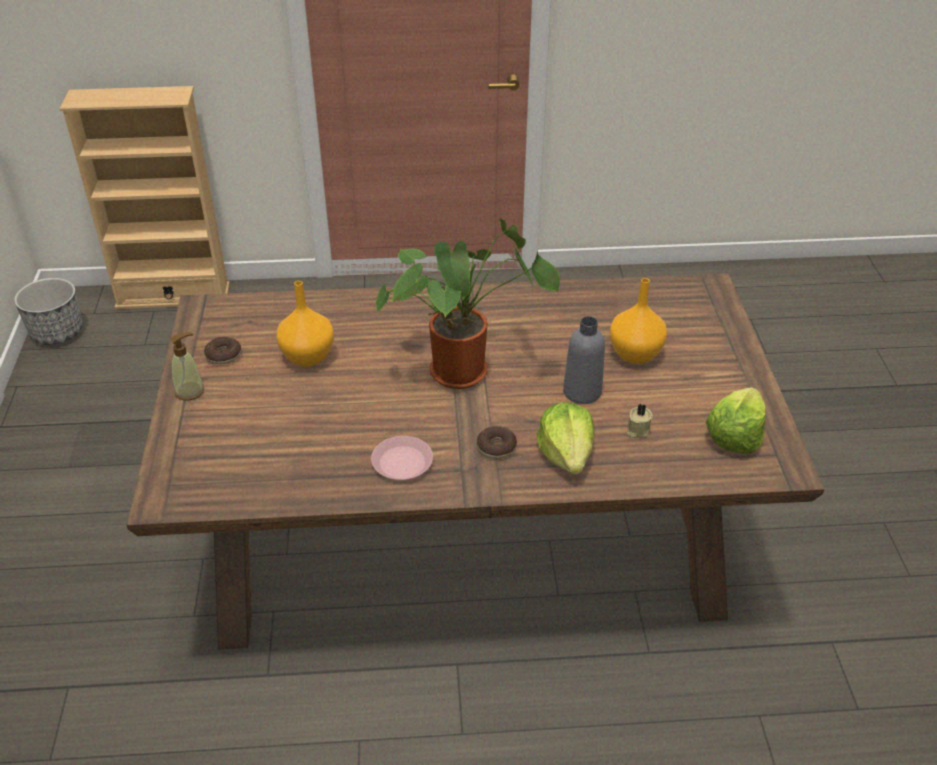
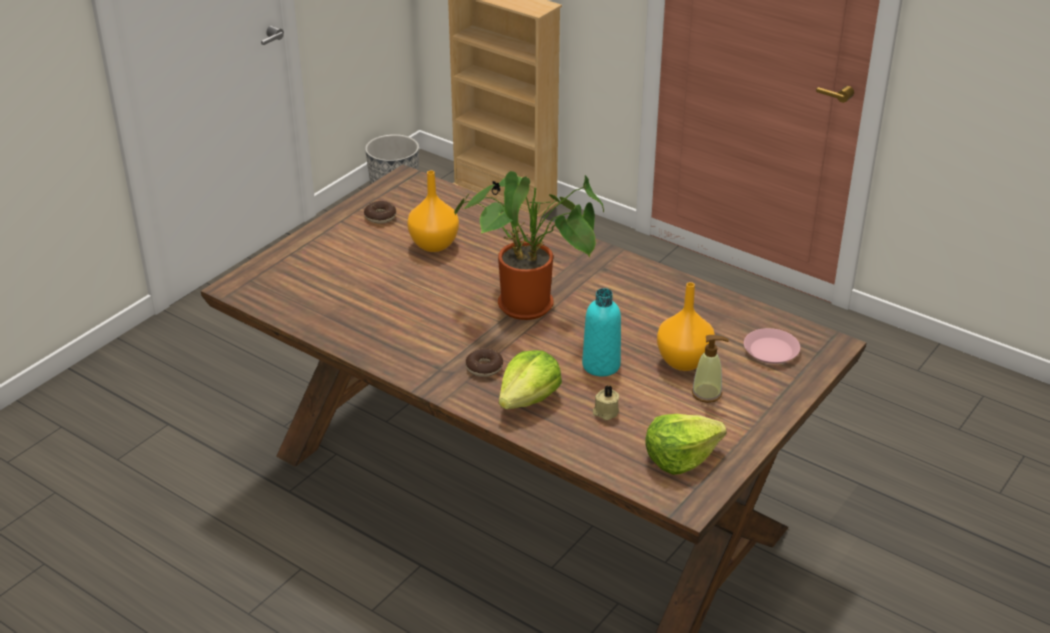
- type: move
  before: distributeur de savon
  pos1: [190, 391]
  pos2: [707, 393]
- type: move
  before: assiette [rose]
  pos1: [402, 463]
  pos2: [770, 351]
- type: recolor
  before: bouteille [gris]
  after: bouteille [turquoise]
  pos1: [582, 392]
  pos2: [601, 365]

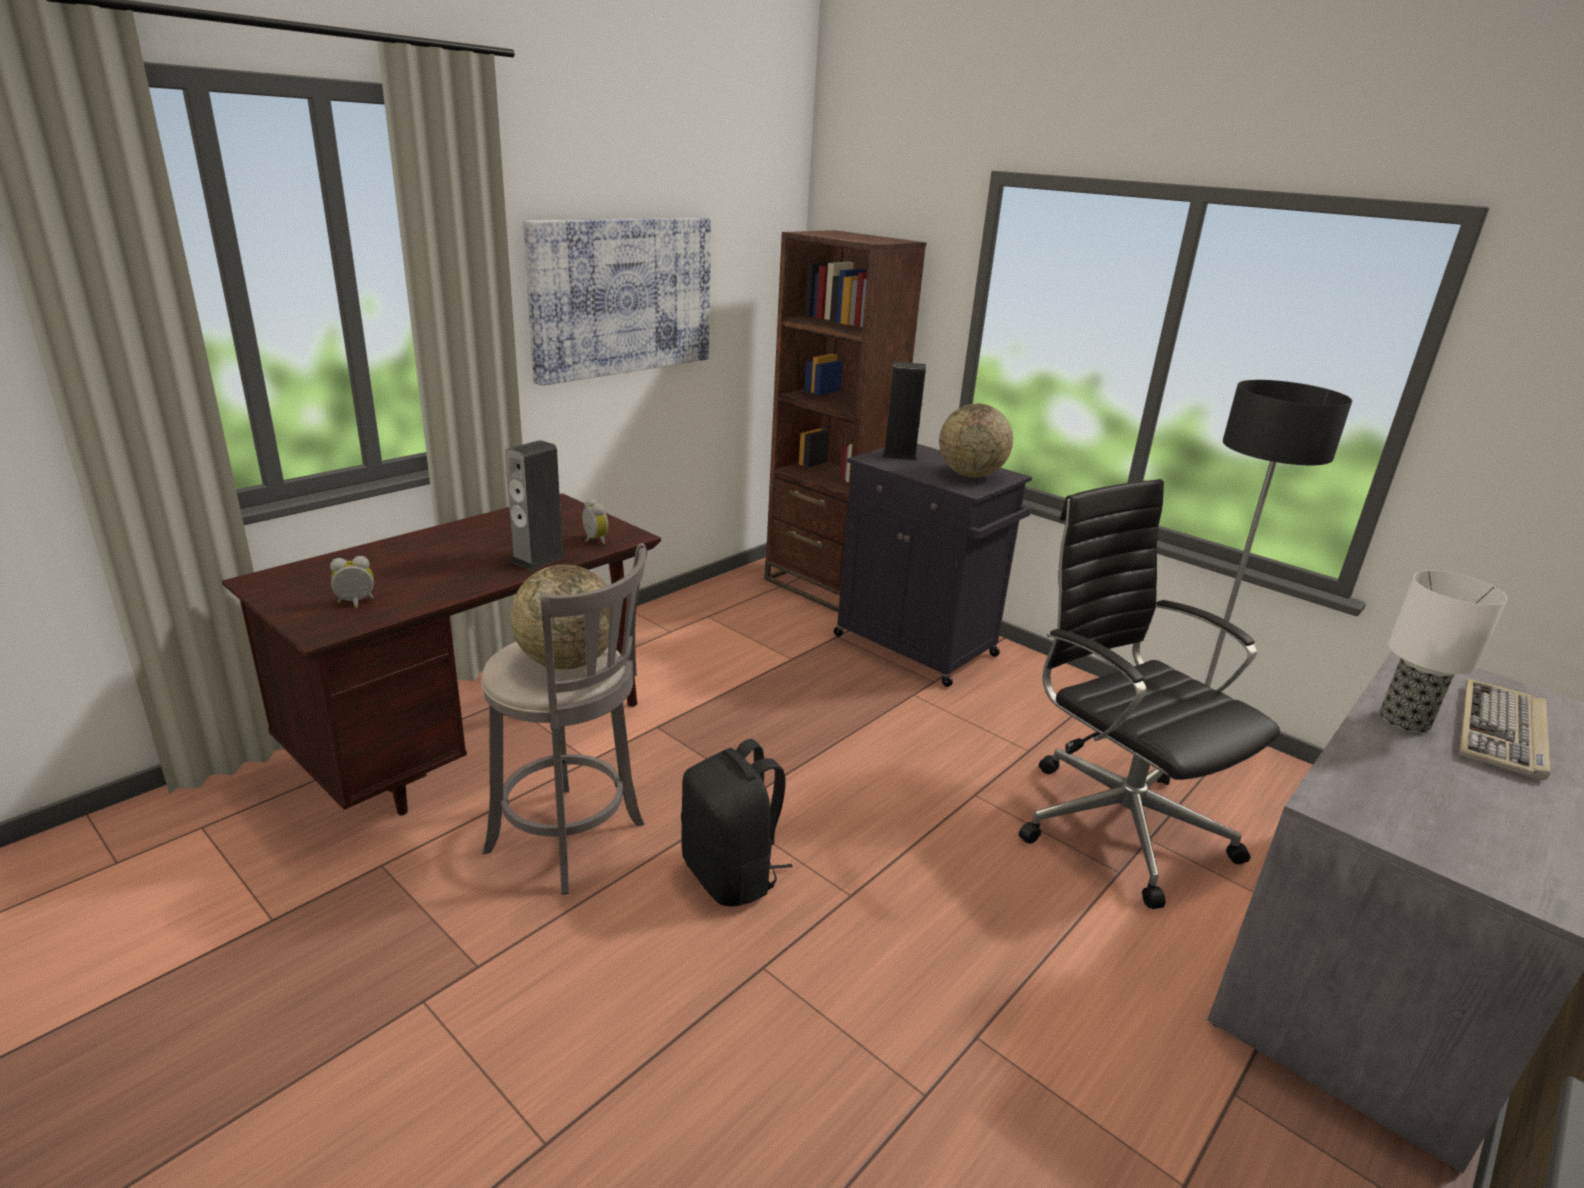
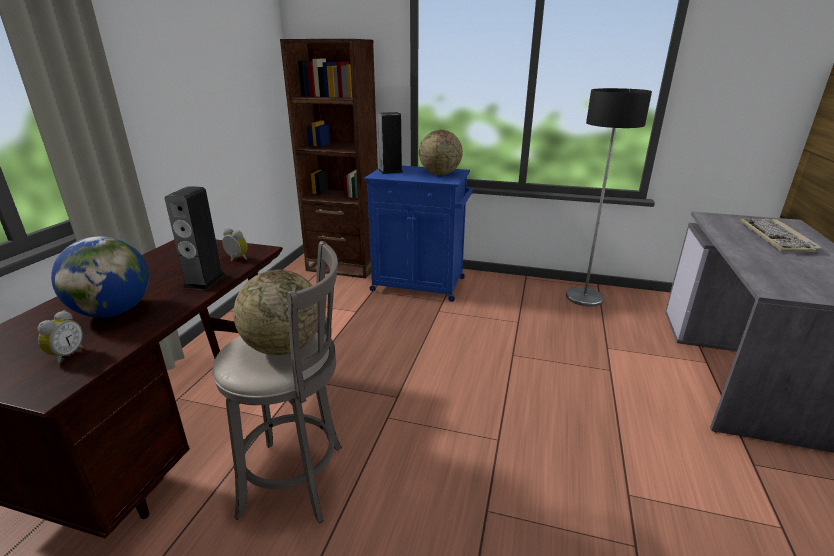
- type: delete
  before: tableau
  pos1: [621, 296]
- type: delete
  before: sac à dos [noir]
  pos1: [732, 875]
- type: delete
  before: chaise de bureau [noir]
  pos1: [1116, 822]
- type: delete
  before: lampe de table
  pos1: [1404, 722]
- type: insert
  after: globe
  pos2: [113, 312]
- type: recolor
  before: meuble de rangement [noir]
  after: meuble de rangement [bleu]
  pos1: [918, 647]
  pos2: [420, 285]
- type: rotate
  before: réveil
  pos1: [356, 603]
  pos2: [66, 355]
  turn: 150

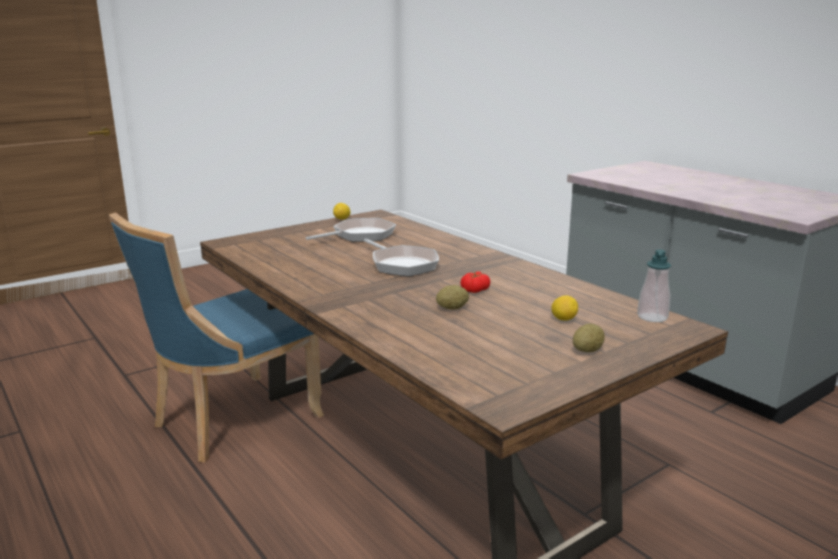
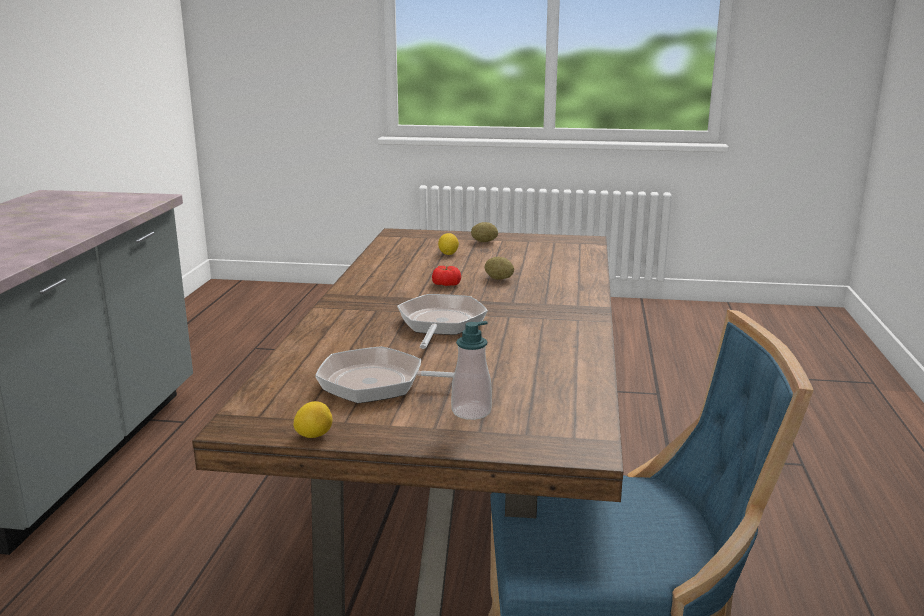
- type: move
  before: distributeur de savon
  pos1: [652, 317]
  pos2: [471, 411]

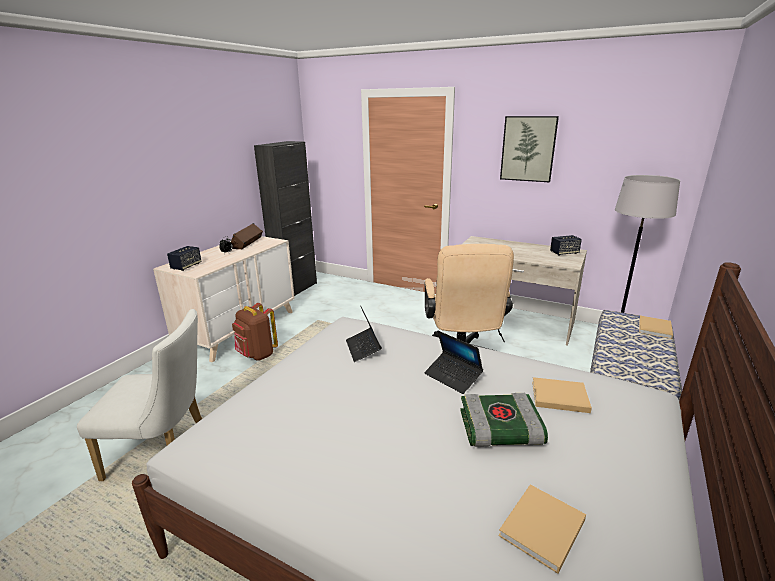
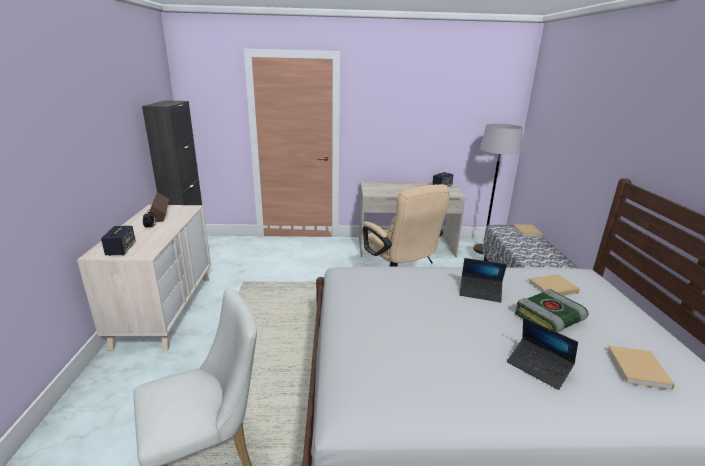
- type: delete
  before: sac à dos [marron]
  pos1: [257, 355]
- type: delete
  before: tableau
  pos1: [528, 149]
- type: move
  before: ordinateur portable
  pos1: [363, 349]
  pos2: [538, 367]

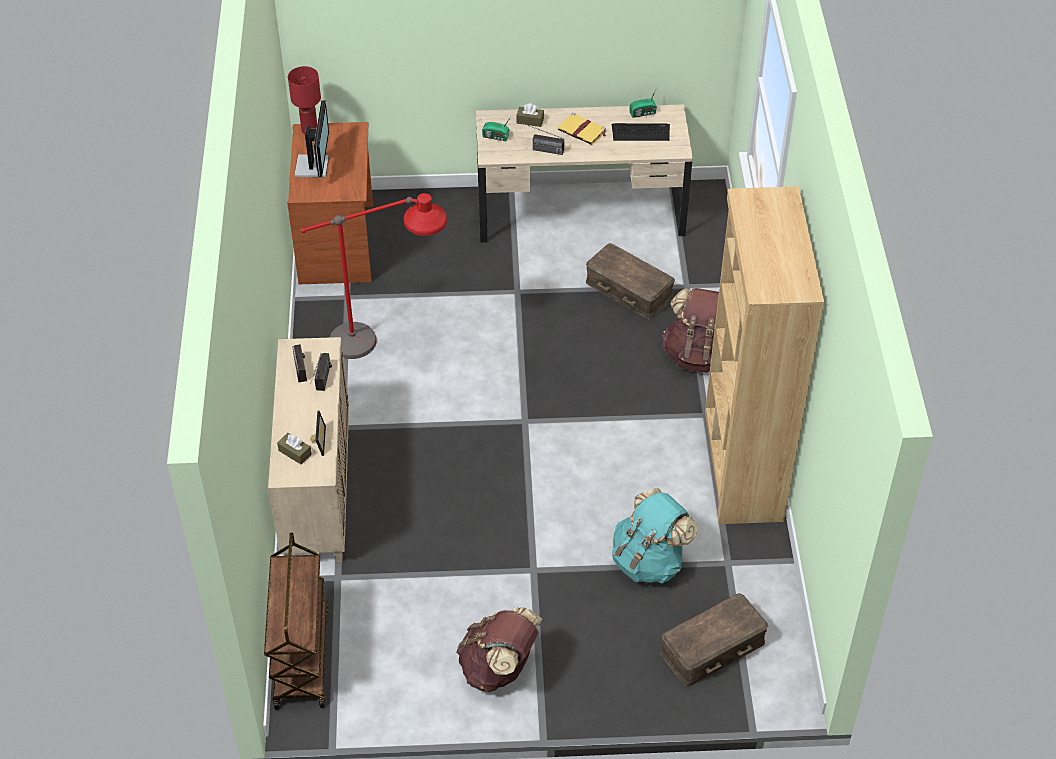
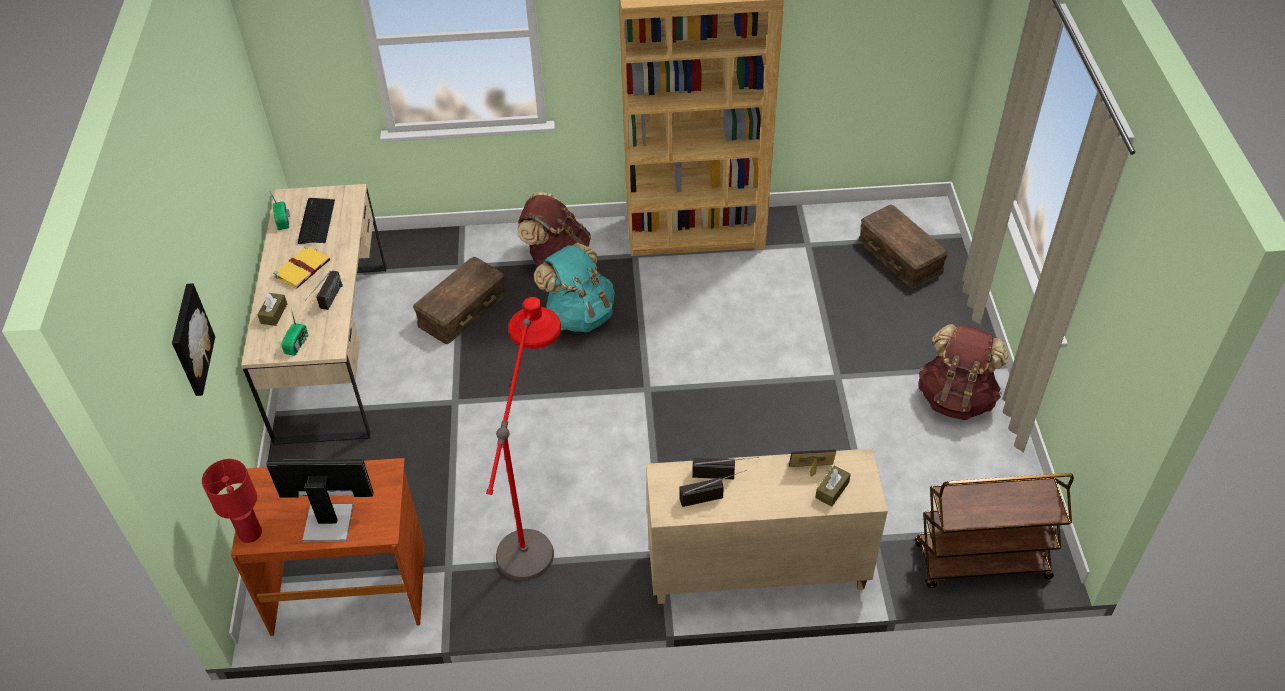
- type: insert
  after: tableau
  pos2: [190, 340]
- type: move
  before: sac à dos [turquoise]
  pos1: [649, 561]
  pos2: [579, 315]

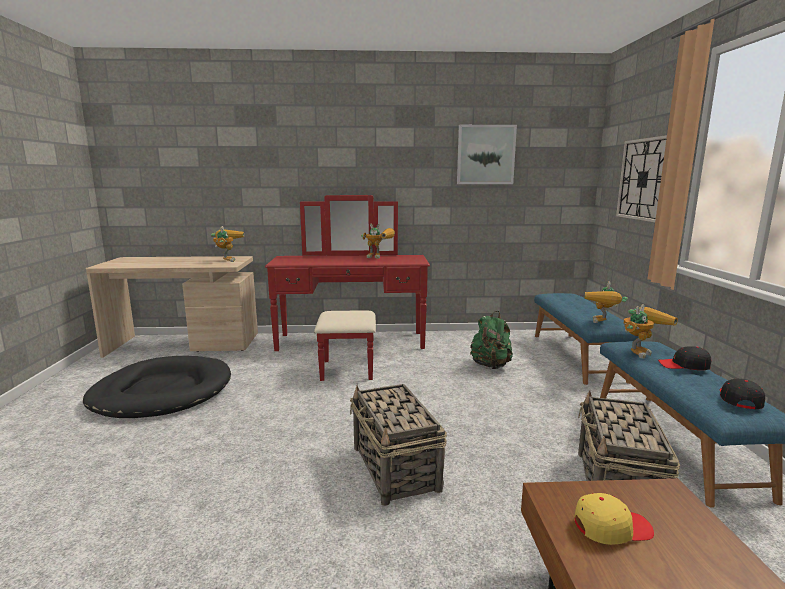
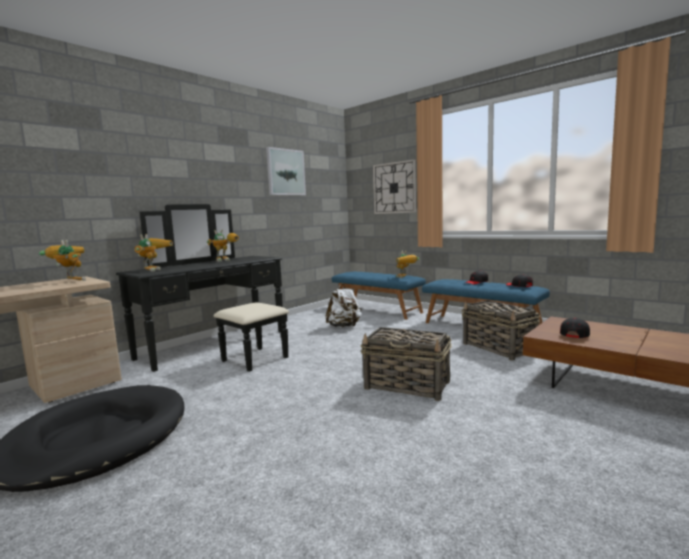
- type: move
  before: robot jouet
  pos1: [640, 351]
  pos2: [153, 269]
- type: recolor
  before: commode [rouge]
  after: commode [noir]
  pos1: [351, 347]
  pos2: [223, 347]
- type: recolor
  before: sac à dos [vert]
  after: sac à dos [blanc]
  pos1: [490, 366]
  pos2: [344, 327]
- type: recolor
  before: casquette [jaune]
  after: casquette [noir]
  pos1: [611, 527]
  pos2: [575, 334]

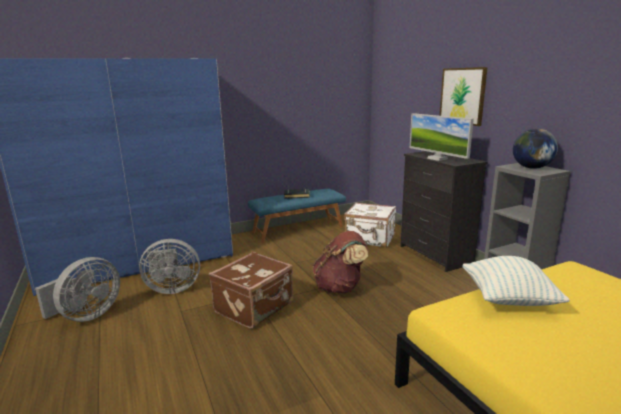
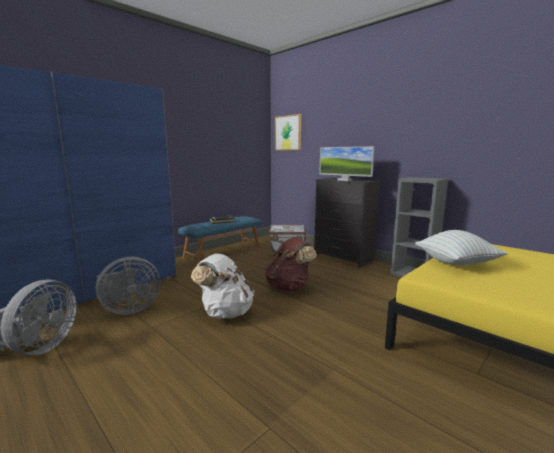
- type: delete
  before: globe
  pos1: [531, 168]
- type: move
  before: tableau
  pos1: [462, 96]
  pos2: [288, 133]
- type: replace
  before: valise [marron]
  after: sac à dos [blanc]
  pos1: [255, 307]
  pos2: [225, 312]

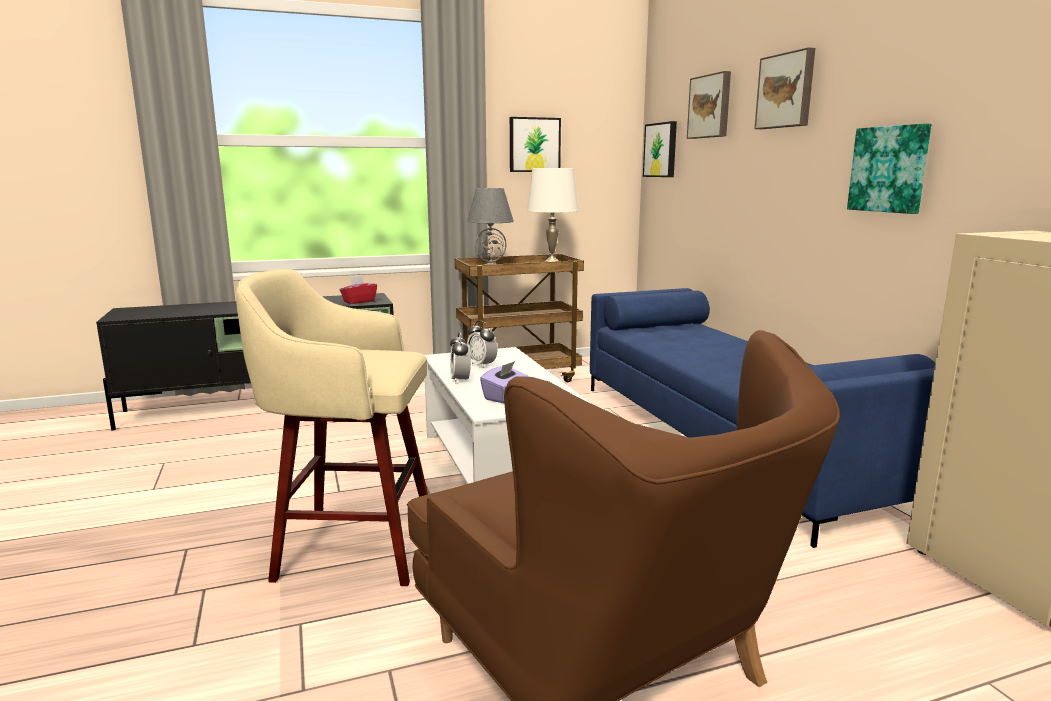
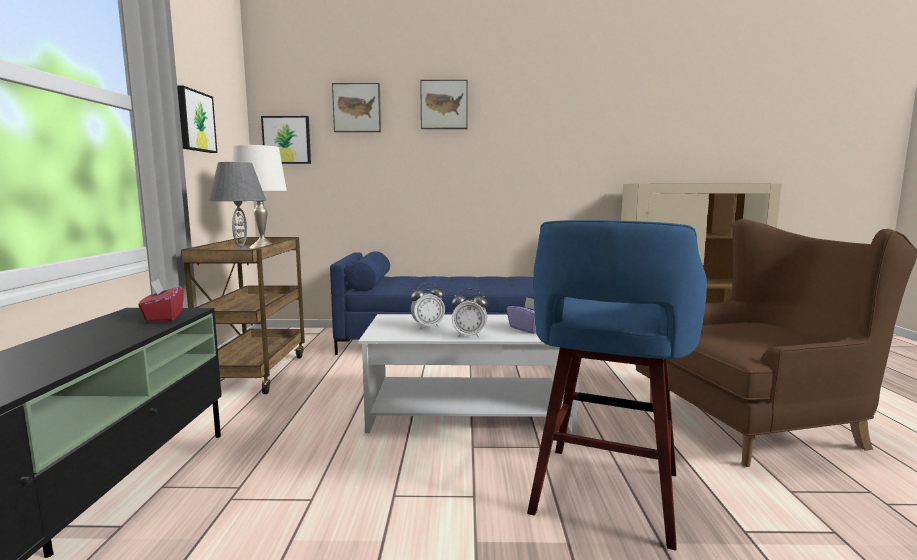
- type: delete
  before: tableau
  pos1: [889, 169]
- type: recolor
  before: tabouret [beige]
  after: tabouret [bleu]
  pos1: [351, 546]
  pos2: [605, 495]

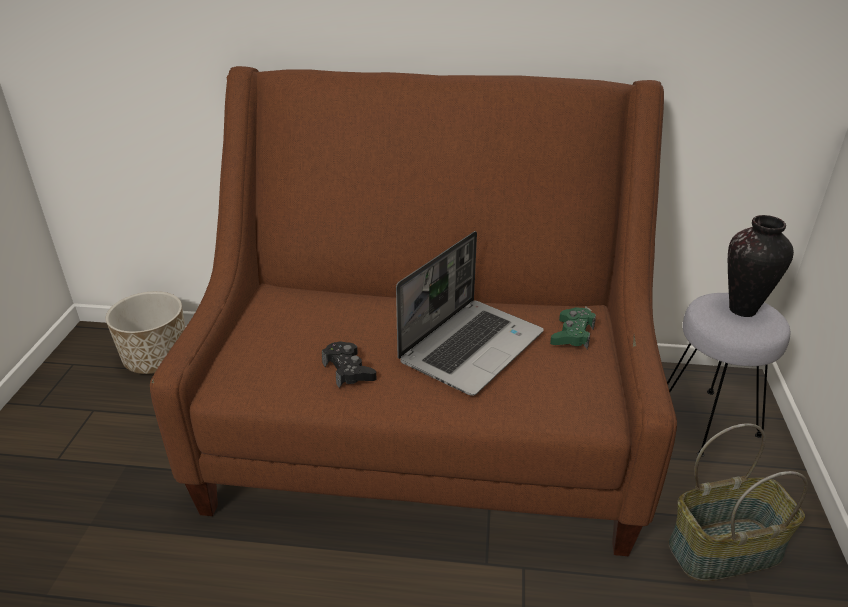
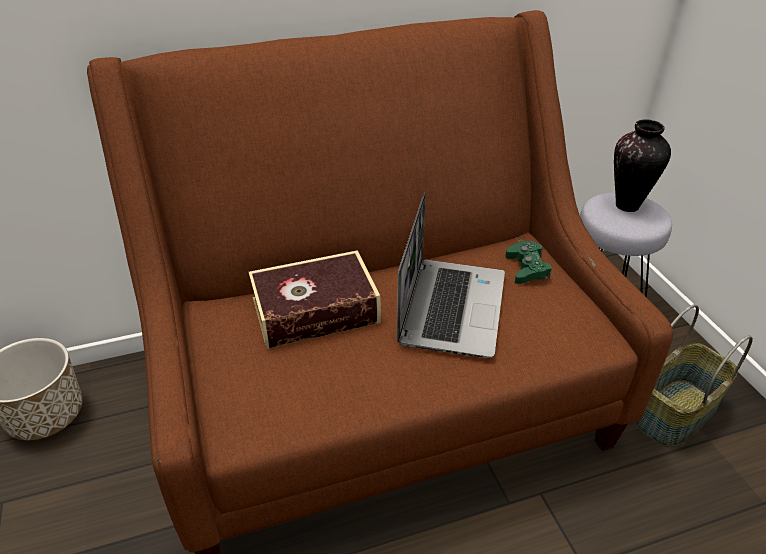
- type: delete
  before: manette [noir]
  pos1: [348, 370]
- type: insert
  after: livre
  pos2: [315, 311]

